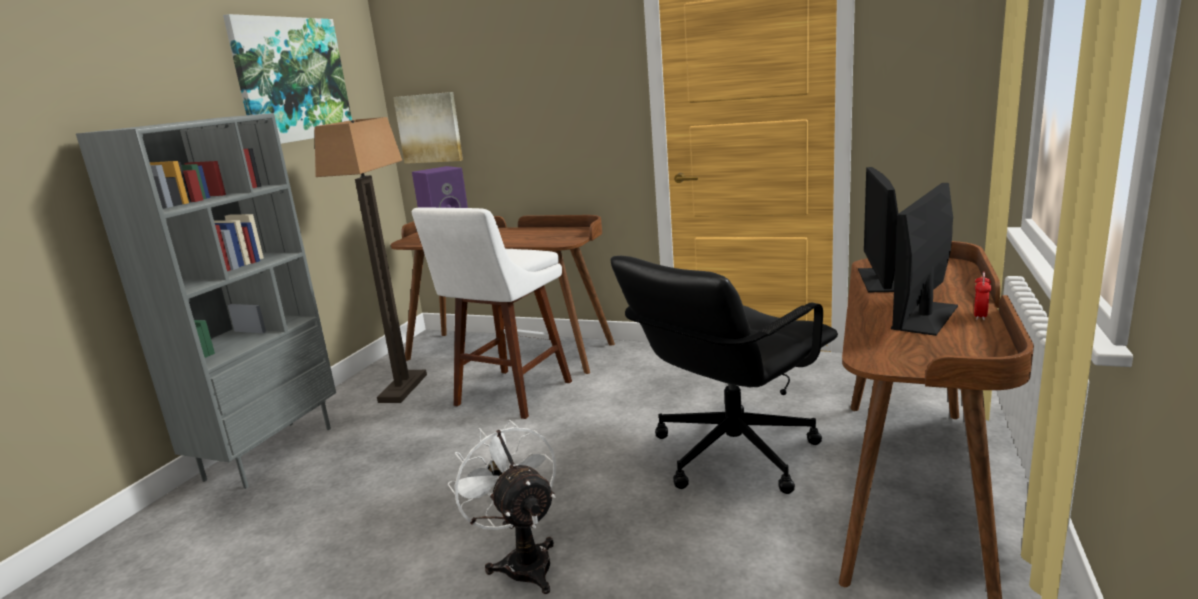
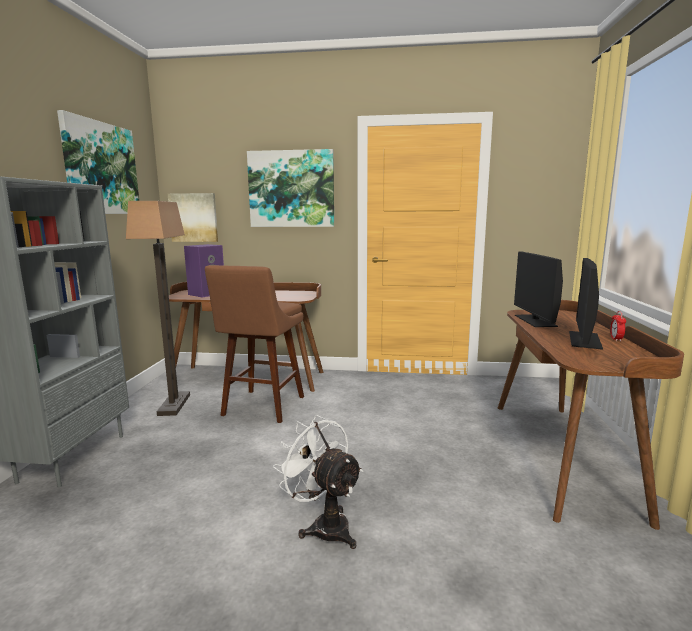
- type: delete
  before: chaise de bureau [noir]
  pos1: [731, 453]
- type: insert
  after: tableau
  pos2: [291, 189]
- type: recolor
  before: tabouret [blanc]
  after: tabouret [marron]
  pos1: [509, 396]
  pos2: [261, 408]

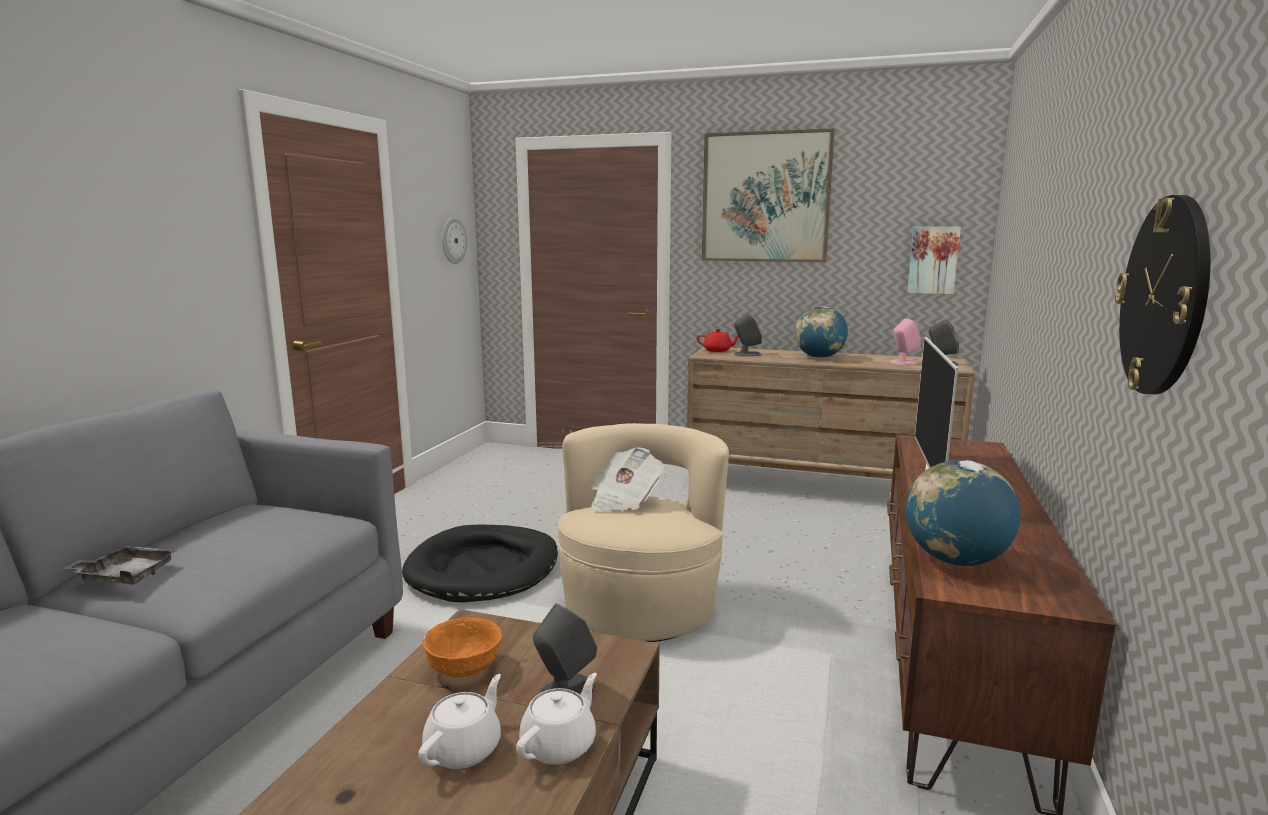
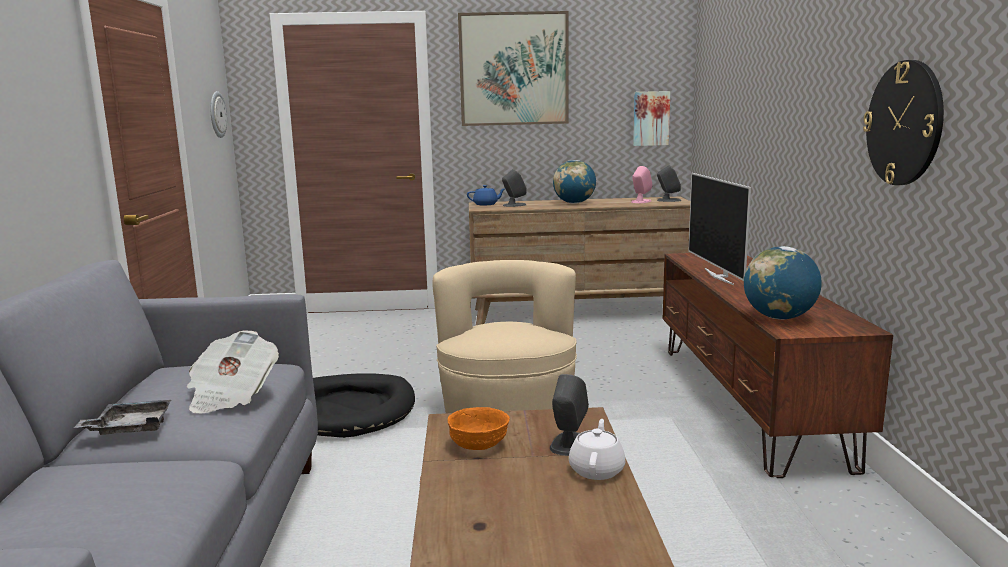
- type: delete
  before: théière [blanc]
  pos1: [464, 749]
- type: move
  before: journal
  pos1: [624, 500]
  pos2: [231, 395]
- type: recolor
  before: théière [rouge]
  after: théière [bleu]
  pos1: [718, 350]
  pos2: [486, 204]

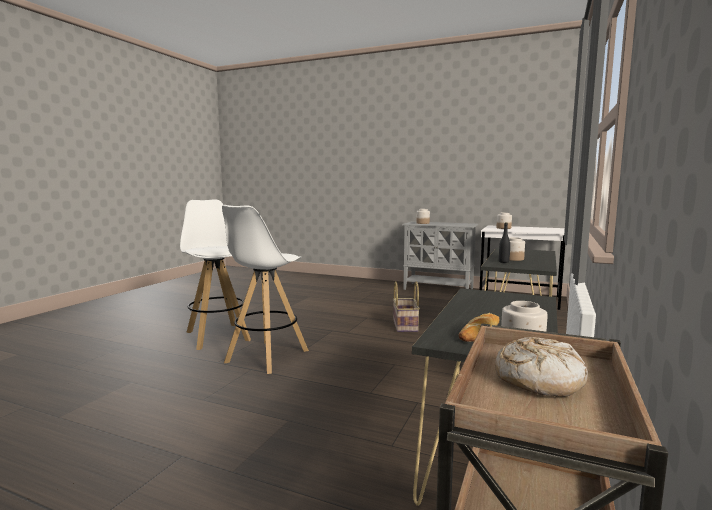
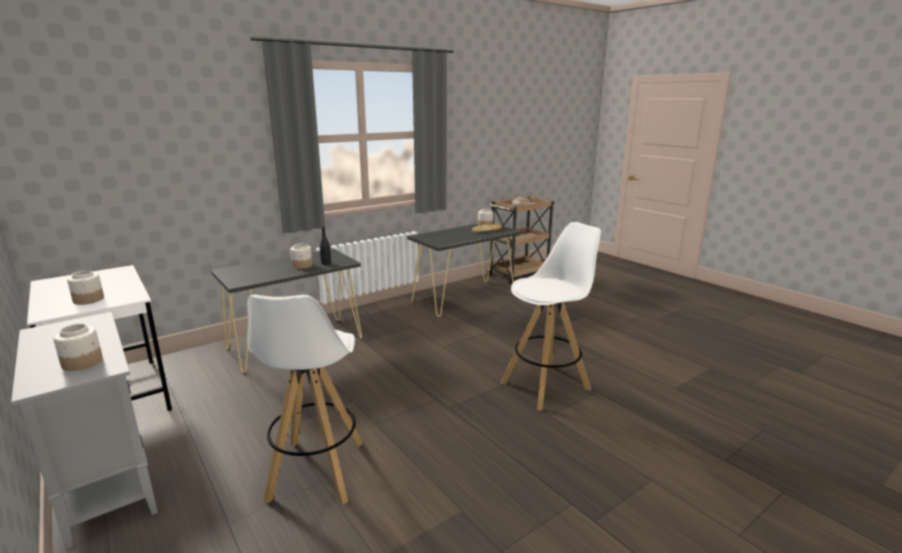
- type: delete
  before: panier
  pos1: [406, 325]
- type: move
  before: tabouret [blanc]
  pos1: [217, 335]
  pos2: [316, 471]

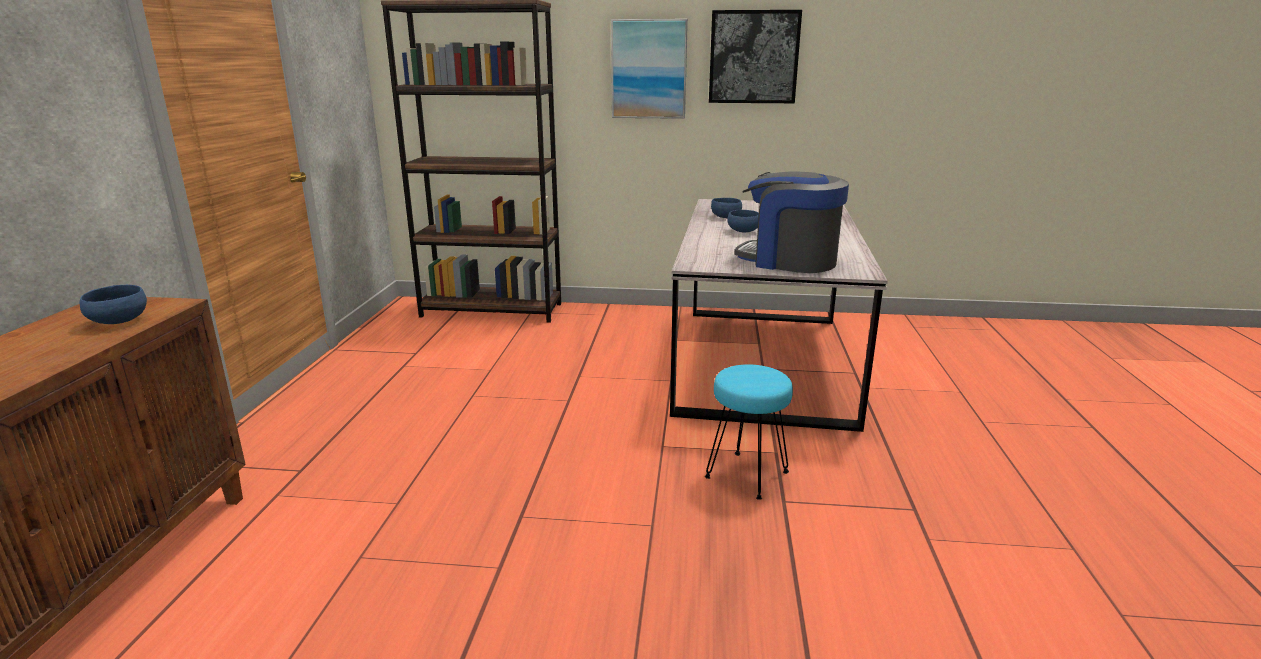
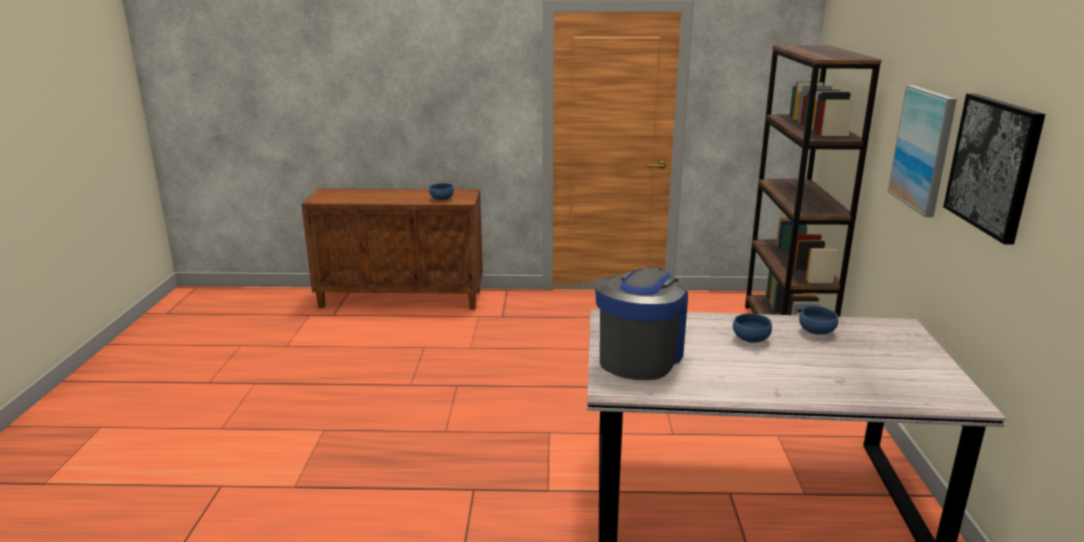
- type: delete
  before: tabouret [turquoise]
  pos1: [746, 475]

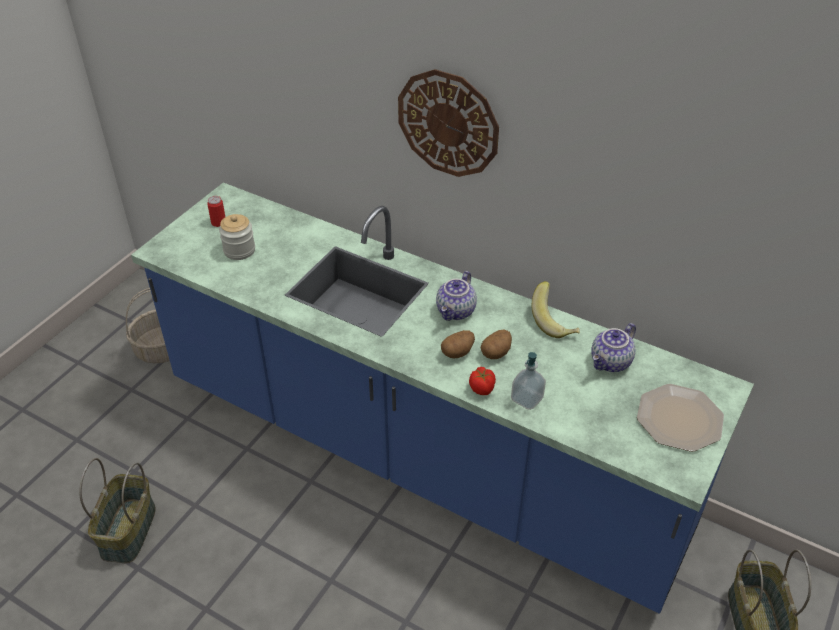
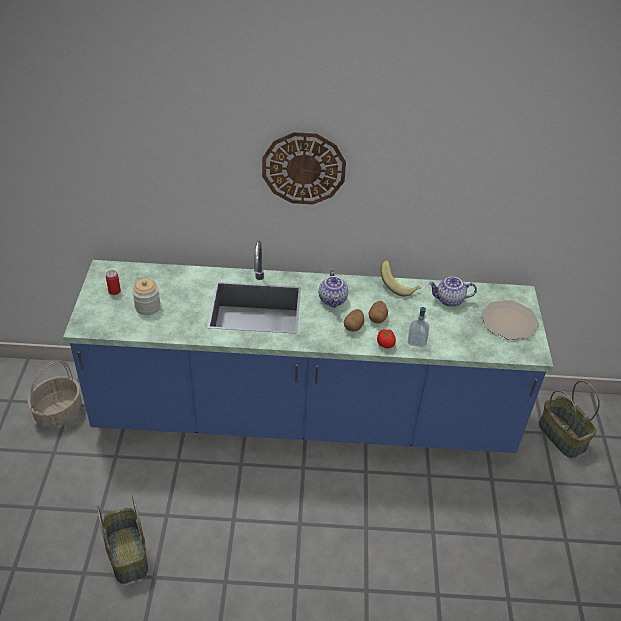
- type: rotate
  before: théière
  pos1: [611, 363]
  pos2: [449, 300]
  turn: 75

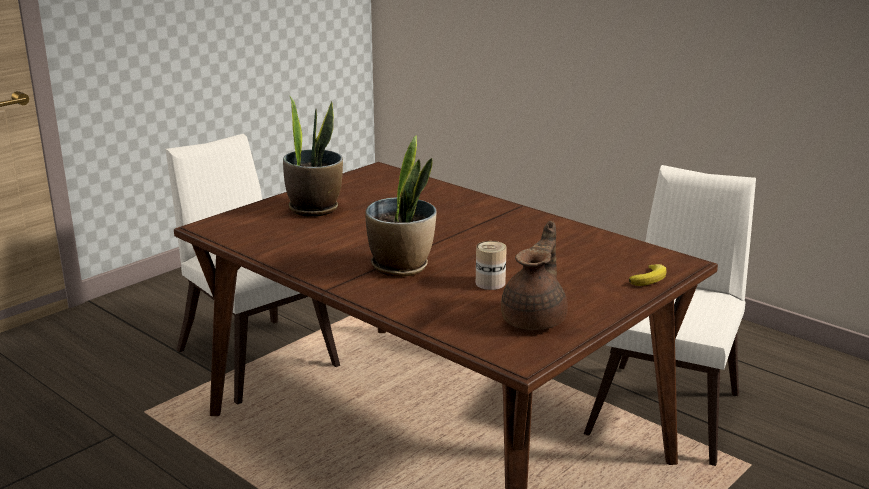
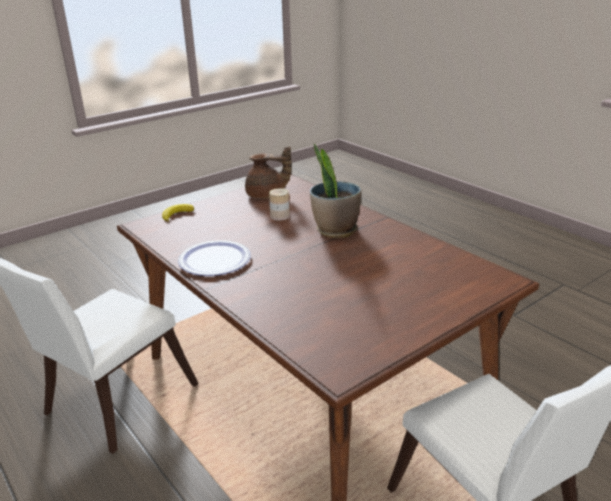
- type: delete
  before: plante en pot
  pos1: [314, 208]
- type: insert
  after: assiette
  pos2: [215, 260]
- type: rotate
  before: théière [marron]
  pos1: [535, 319]
  pos2: [266, 195]
  turn: -120

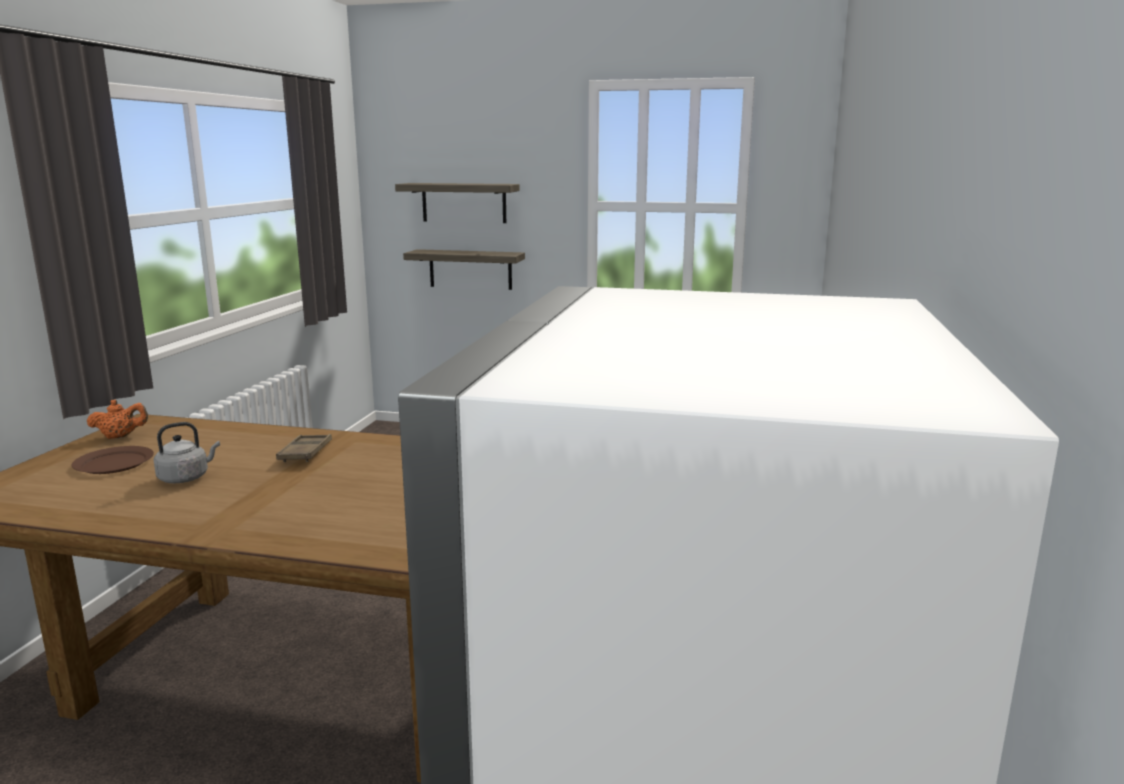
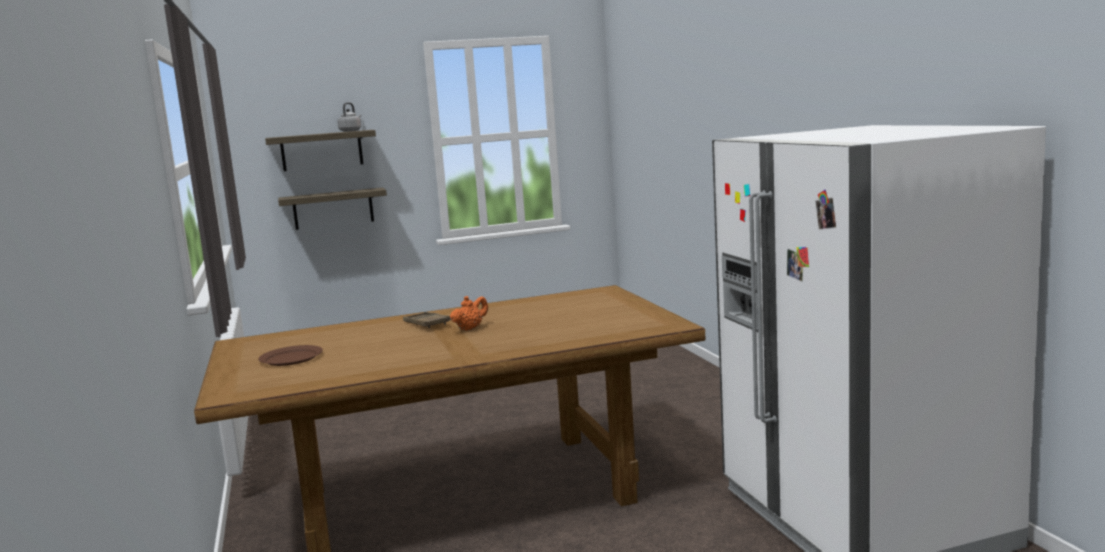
- type: move
  before: théière [orange]
  pos1: [120, 436]
  pos2: [470, 328]
- type: move
  before: bouilloire [gris]
  pos1: [186, 478]
  pos2: [351, 131]

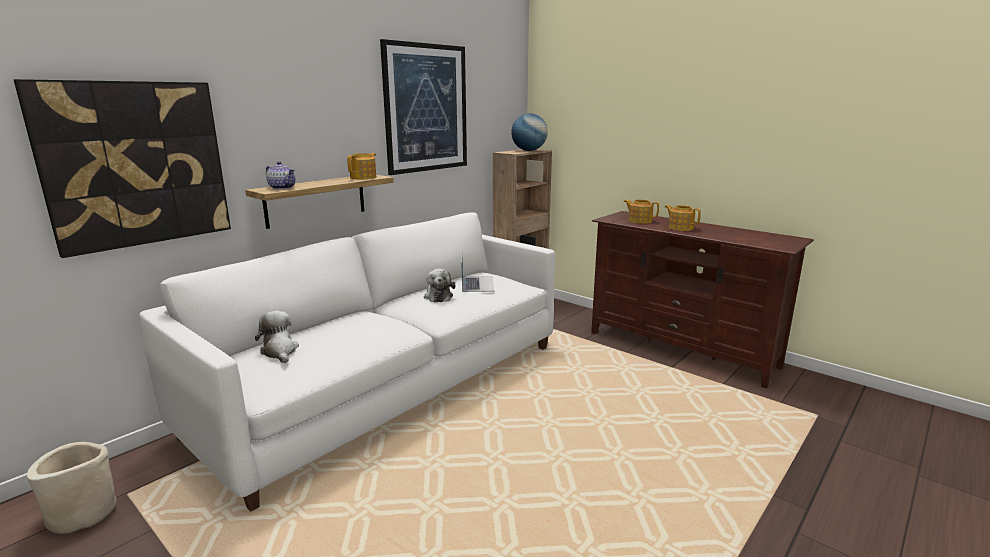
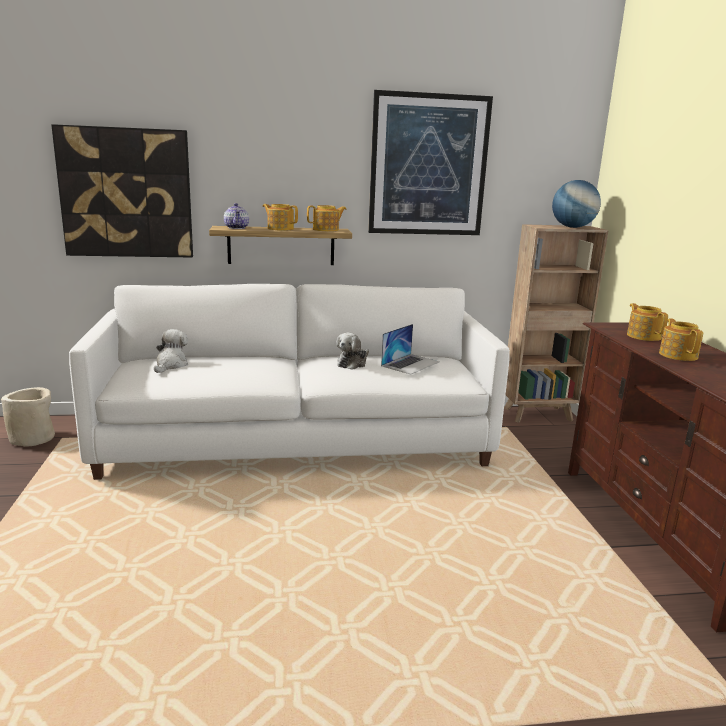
- type: insert
  after: théière
  pos2: [280, 229]

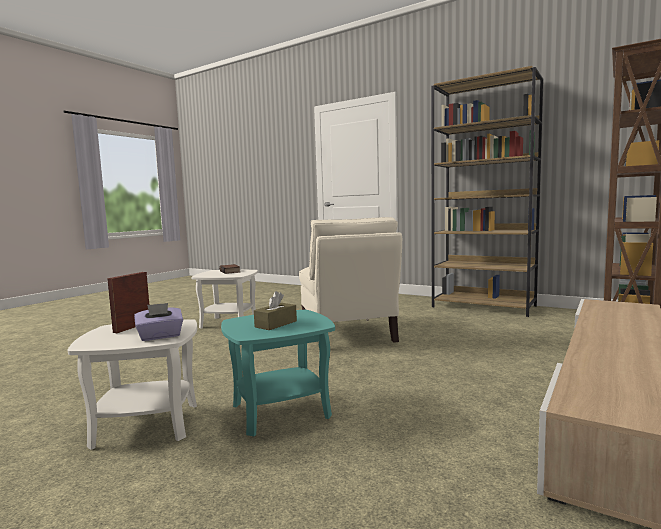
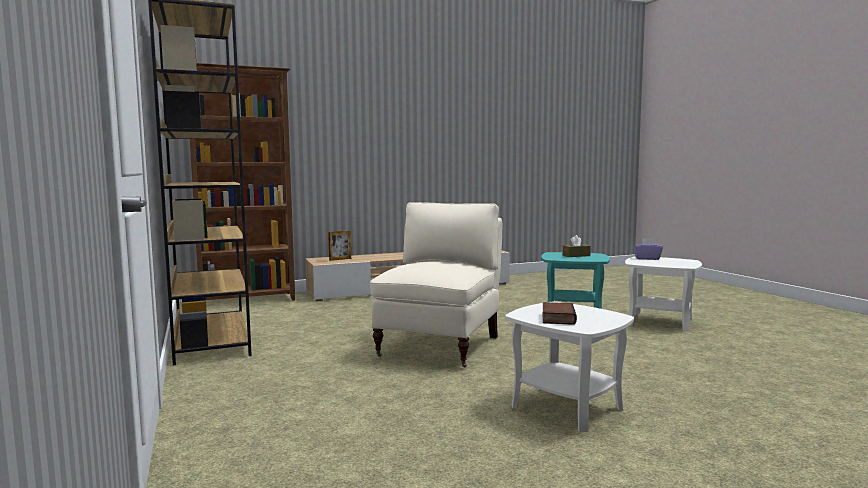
- type: move
  before: cadre photo
  pos1: [132, 327]
  pos2: [340, 259]

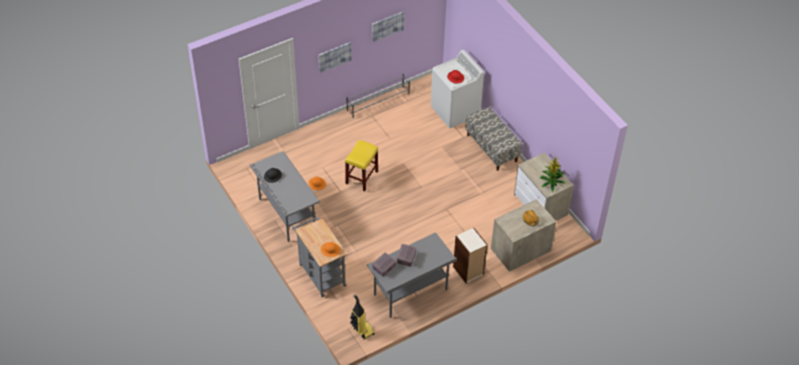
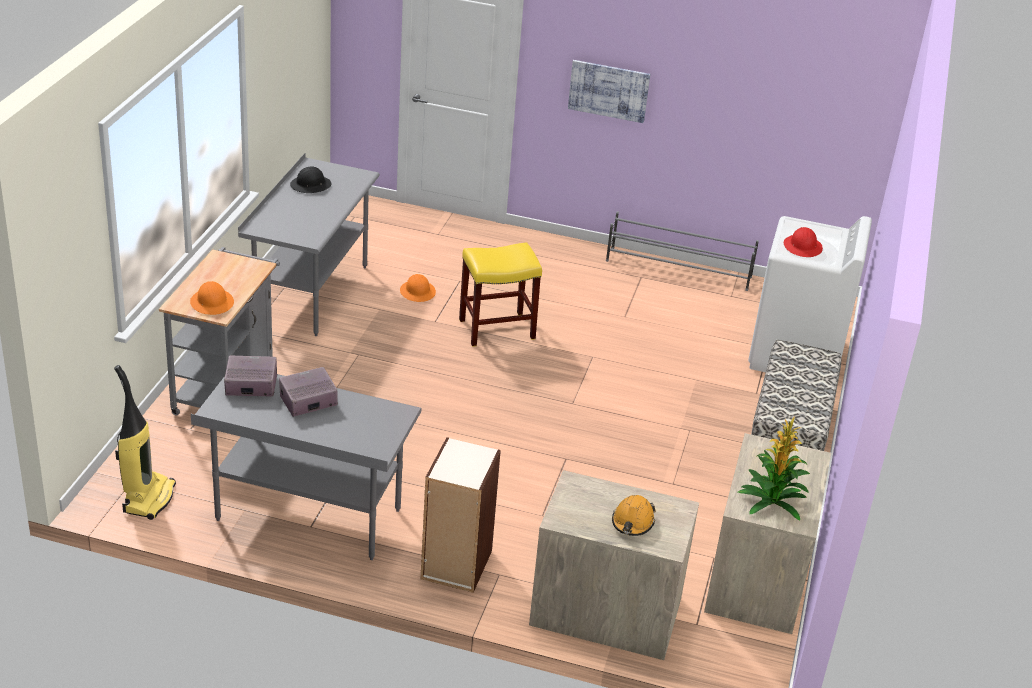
- type: delete
  before: tableau
  pos1: [387, 26]

